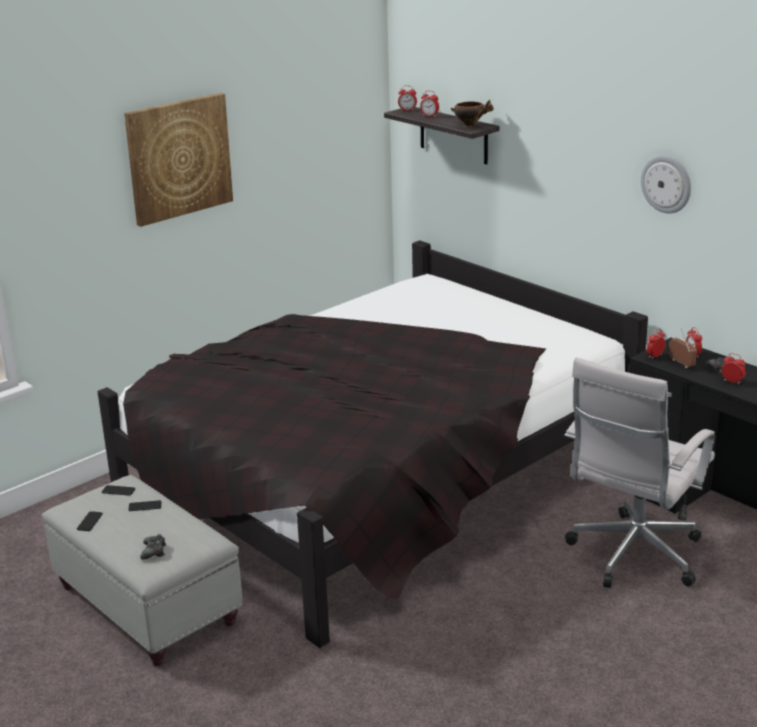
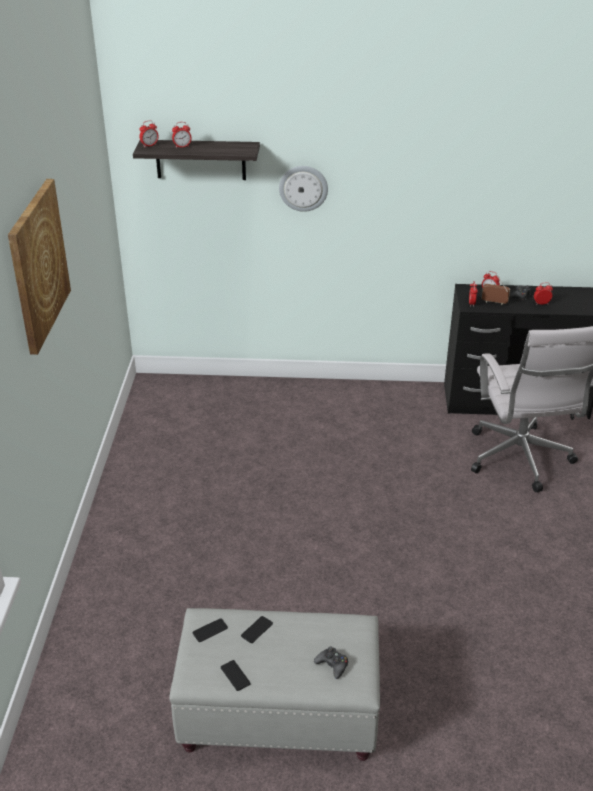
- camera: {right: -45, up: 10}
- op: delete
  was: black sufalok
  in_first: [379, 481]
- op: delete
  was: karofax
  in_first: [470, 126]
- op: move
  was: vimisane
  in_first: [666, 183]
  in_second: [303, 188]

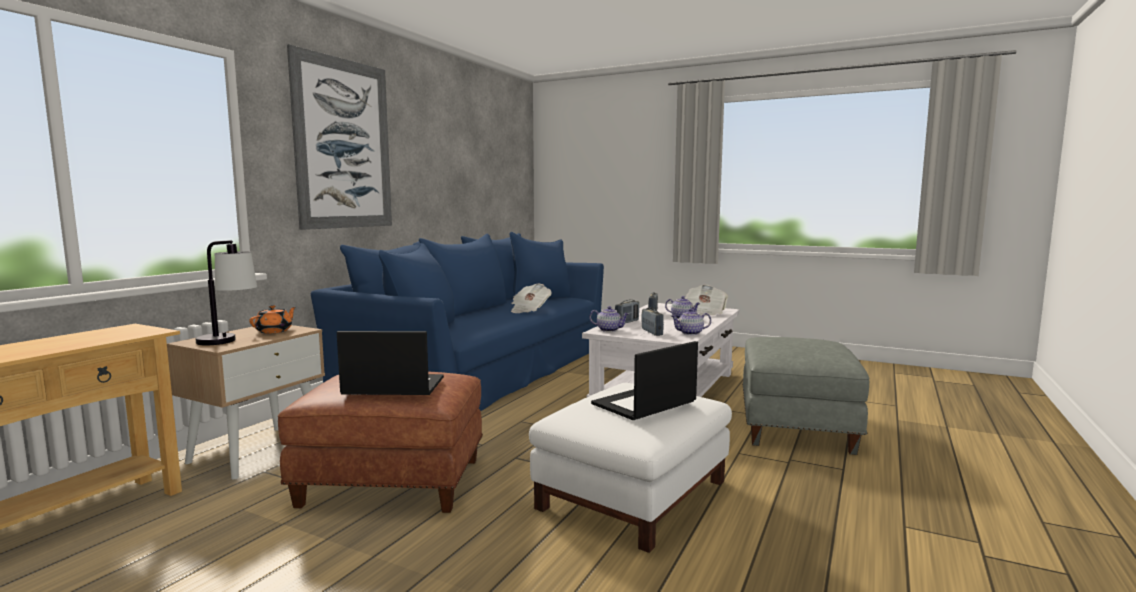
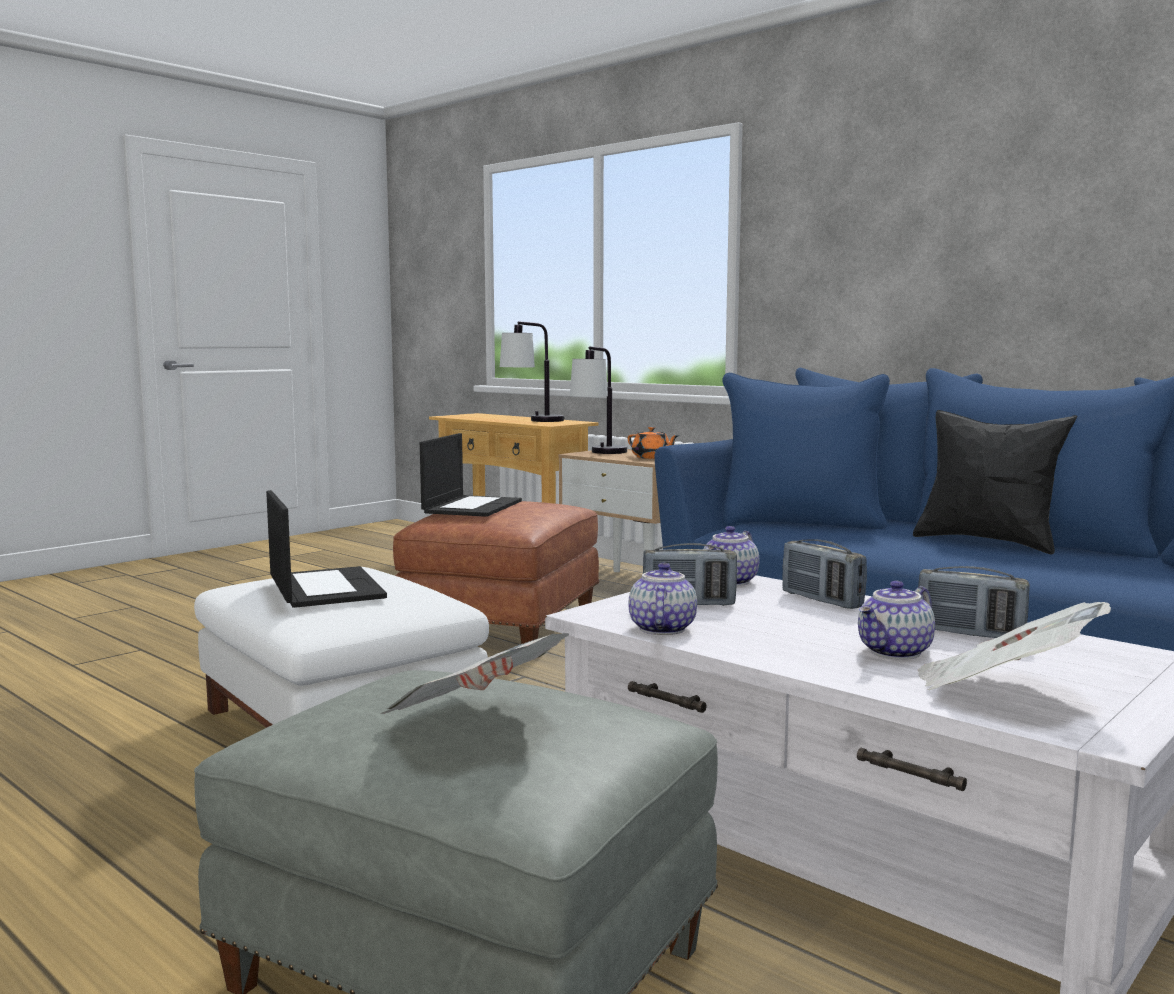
- camera: {right: 105, up: 0}
- op: delete
  was: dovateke
  in_first: [343, 144]
- op: move
  was: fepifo
  in_first: [529, 310]
  in_second: [475, 722]
- op: insert
  now: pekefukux
  in_second: [533, 421]
- op: insert
  now: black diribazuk
  in_second: [988, 542]

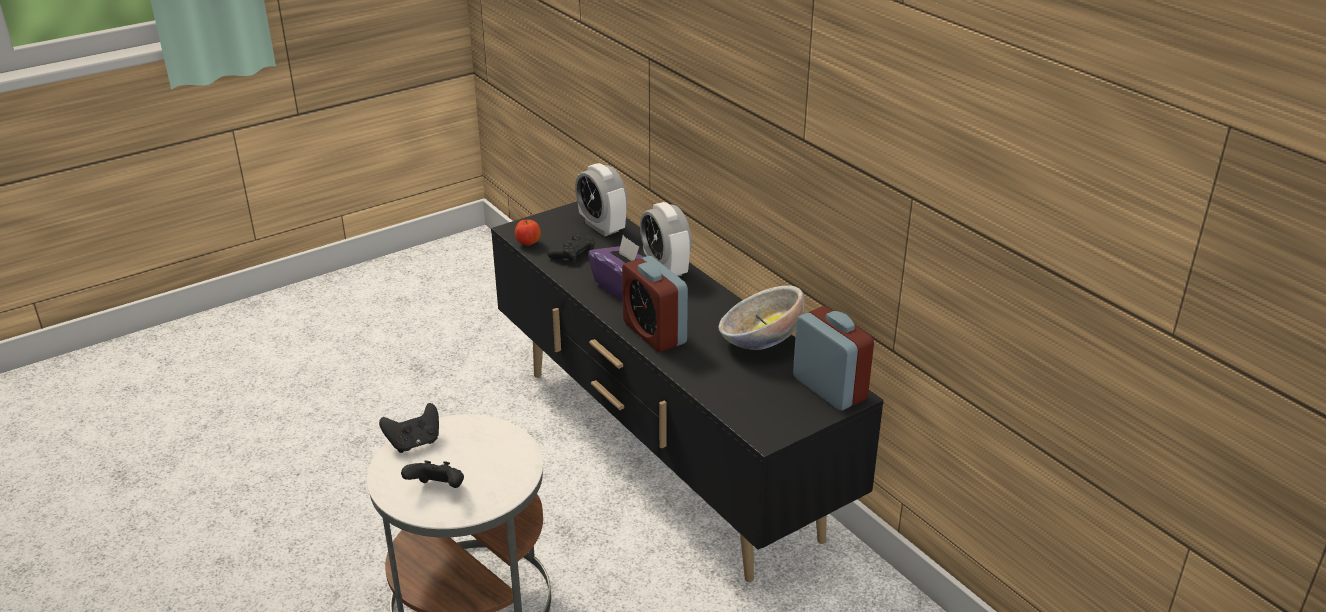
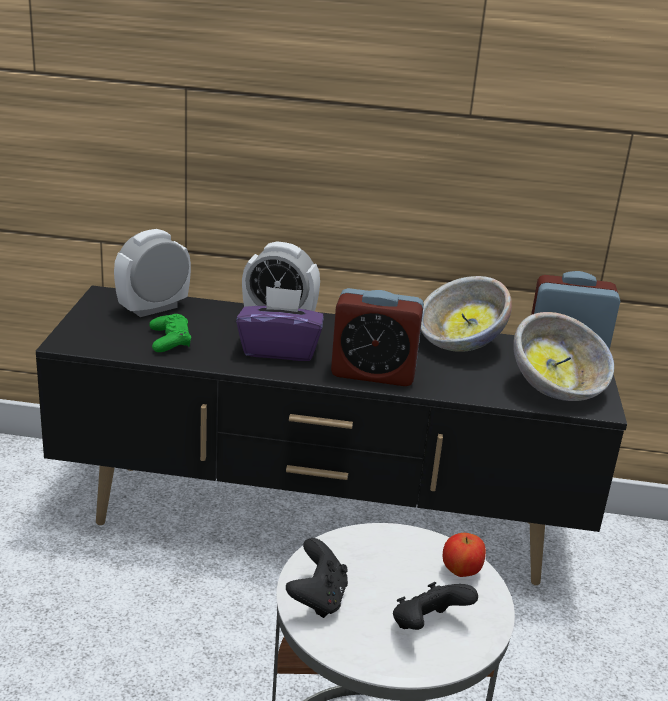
- camera: {right: -50, up: -5}
- op: move
  was: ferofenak
  in_first: [528, 244]
  in_second: [461, 572]
- op: recolor
  was: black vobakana
  now: green vobakana
  in_first: [572, 253]
  in_second: [170, 340]
- op: rotate
  was: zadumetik
  in_first: [602, 227]
  in_second: [153, 308]
  clockwise: 135
- op: insert
  now: karofax
  in_second: [557, 389]

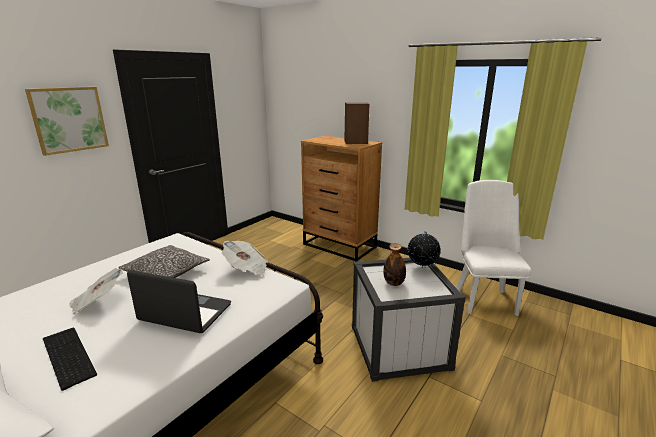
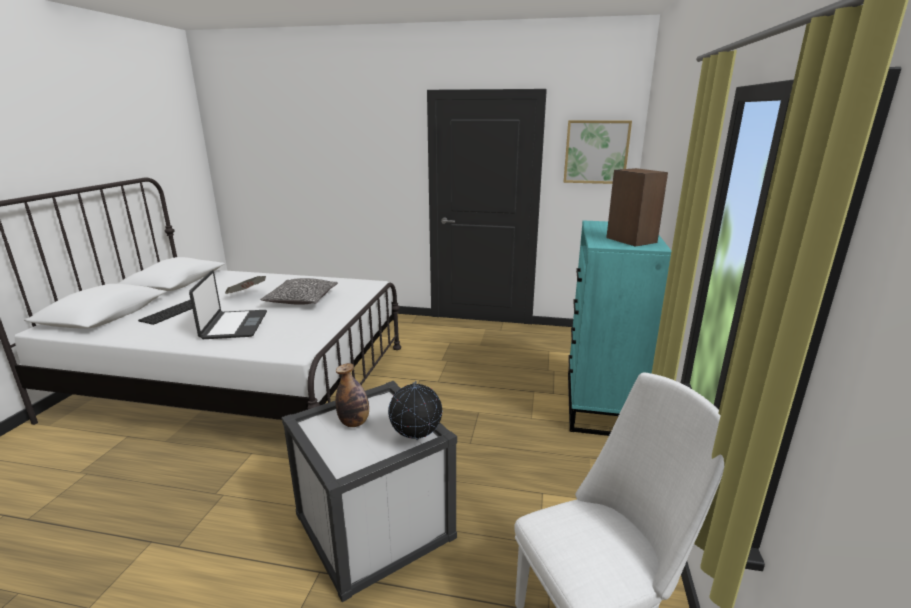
- camera: {right: 65, up: 0}
- op: move
  was: dovateke
  in_first: [69, 119]
  in_second: [596, 152]
- op: delete
  was: fepifo
  in_first: [246, 268]
- op: recolor
  was: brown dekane
  now: turquoise dekane
  in_first: [340, 246]
  in_second: [600, 404]

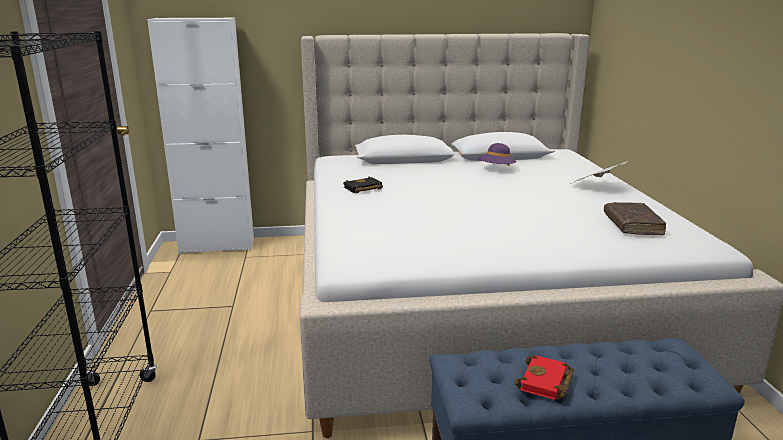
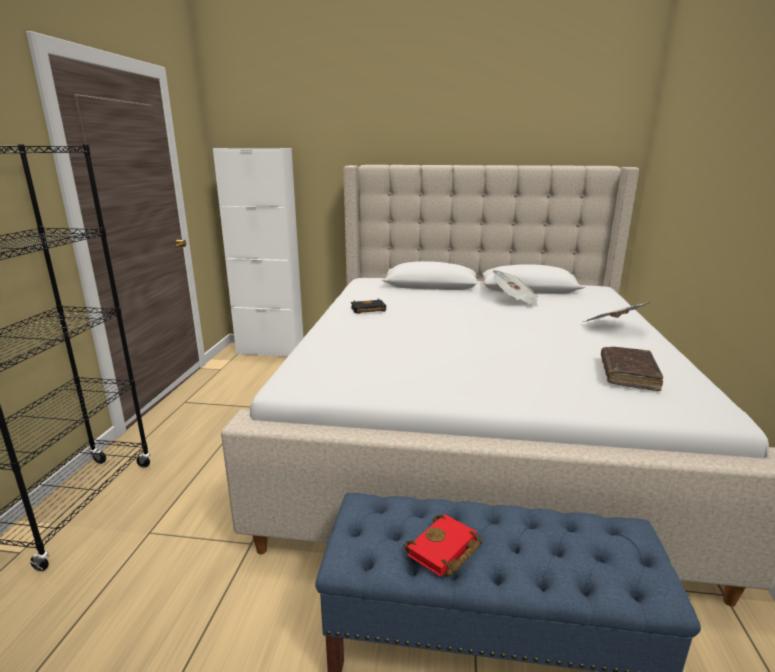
- camera: {right: 15, up: 0}
- op: replace
  was: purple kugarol
  now: fepifo
  in_first: [496, 169]
  in_second: [515, 301]

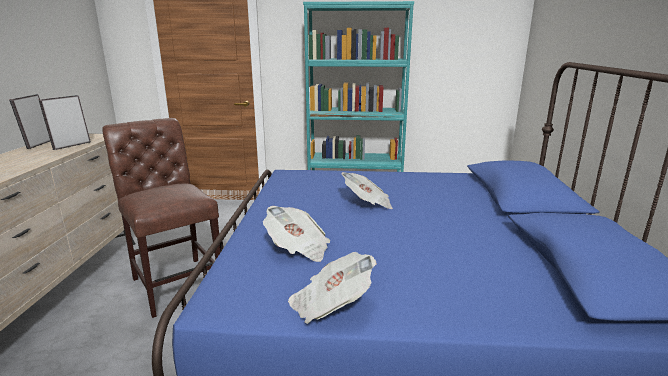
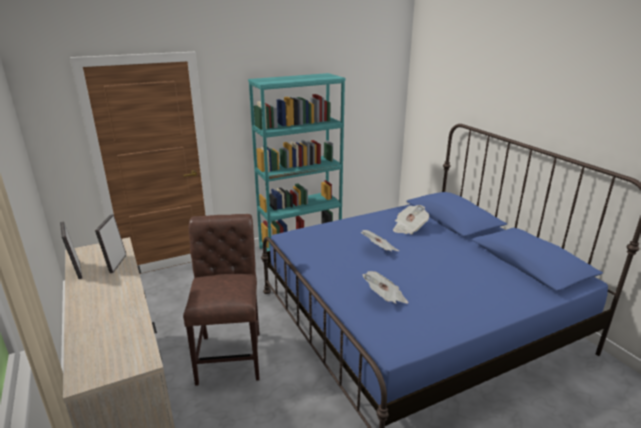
- camera: {right: -30, up: 5}
- op: rotate
  was: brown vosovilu
  in_first: [176, 282]
  in_second: [231, 353]
  clockwise: 60
- op: move
  was: fepifo
  in_first: [330, 305]
  in_second: [409, 228]

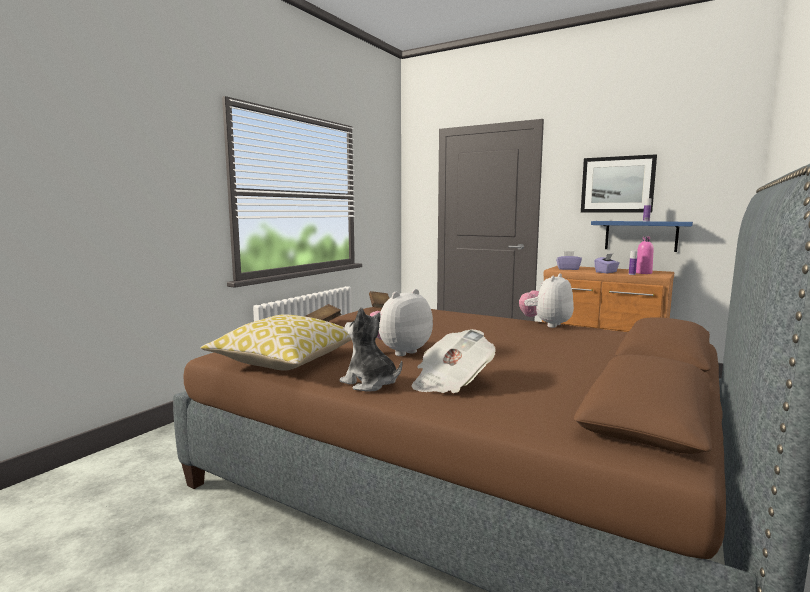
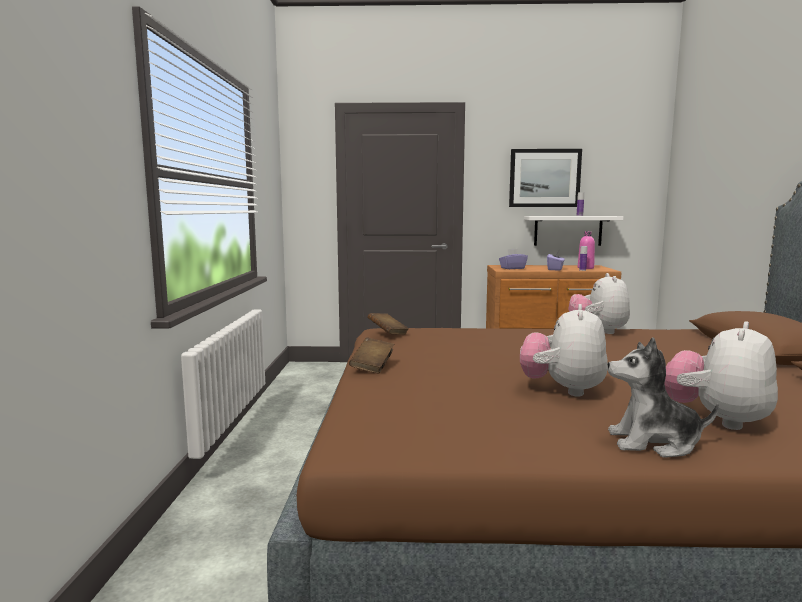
- camera: {right: -30, up: 0}
- op: delete
  was: diribazuk
  in_first: [286, 361]
- op: replace
  was: fepifo
  now: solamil
  in_first: [450, 383]
  in_second: [716, 419]
- op: recolor
  was: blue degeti
  now: white degeti
  in_first: [641, 235]
  in_second: [568, 230]

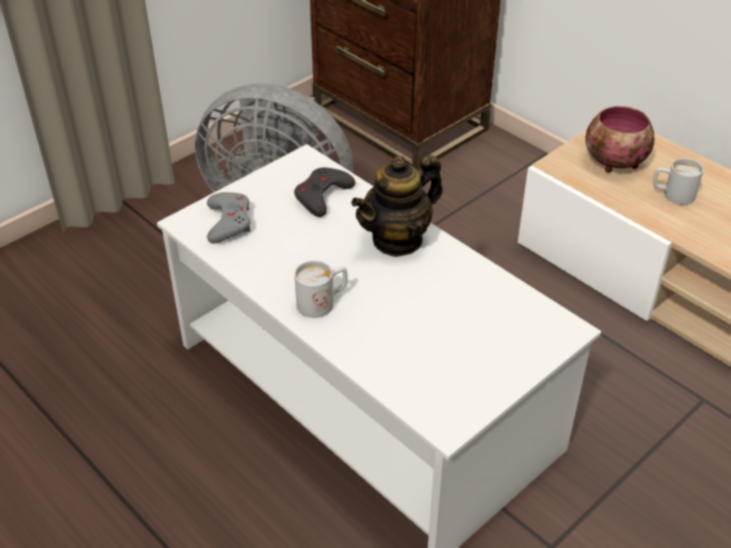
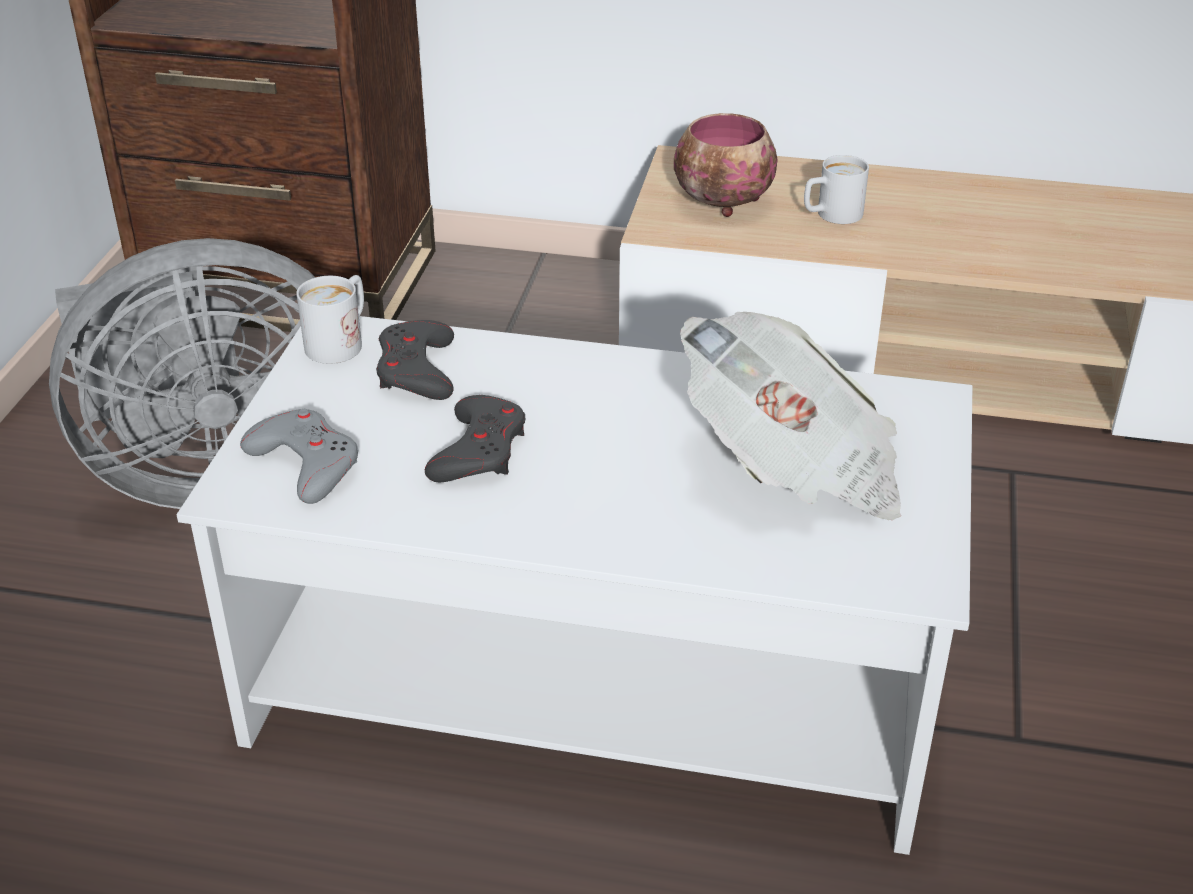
- camera: {right: -35, up: -5}
- op: move
  was: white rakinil
  in_first: [323, 302]
  in_second: [341, 341]
- op: delete
  was: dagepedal
  in_first: [397, 240]
- op: insert
  now: grey vobakana
  in_second: [479, 450]
- op: insert
  now: fepifo
  in_second: [794, 466]

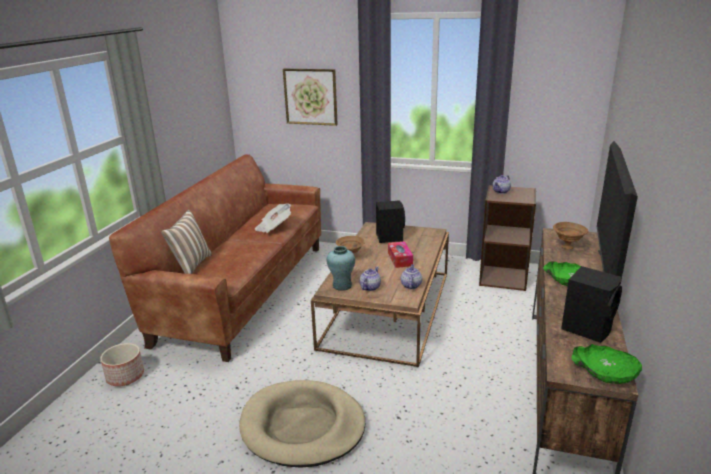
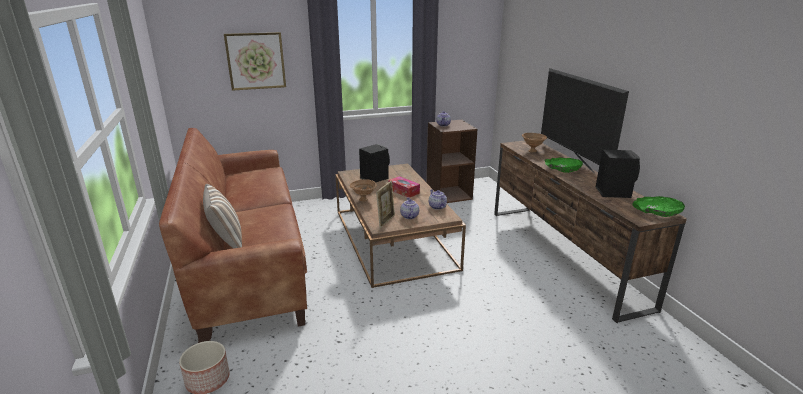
- camera: {right: -35, up: 0}
- op: delete
  was: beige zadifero
  in_first: [302, 427]
- op: delete
  was: fepifo
  in_first: [273, 227]
- op: replace
  was: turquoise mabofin
  now: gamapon
  in_first: [342, 286]
  in_second: [386, 221]

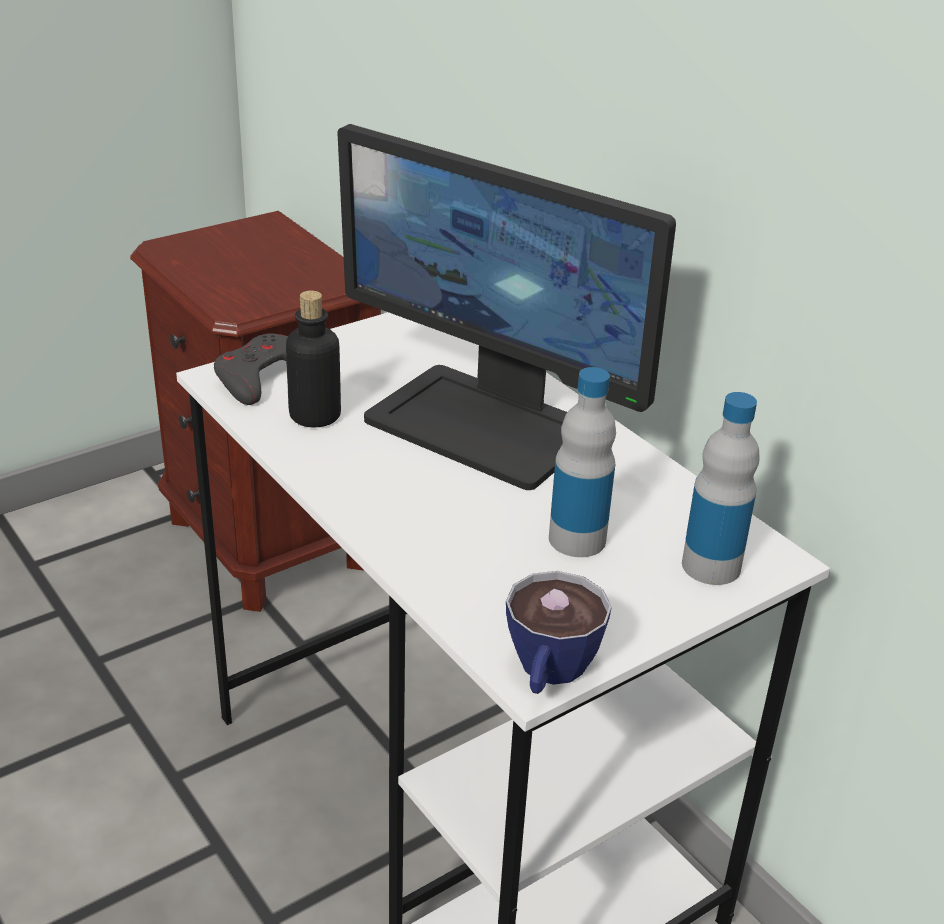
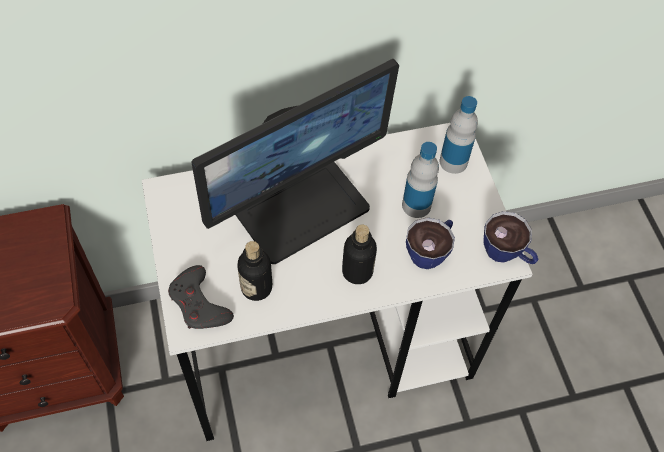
- camera: {right: -70, up: 25}
- op: insert
  now: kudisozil
  in_second: [357, 271]
- op: insert
  now: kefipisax
  in_second: [430, 251]

